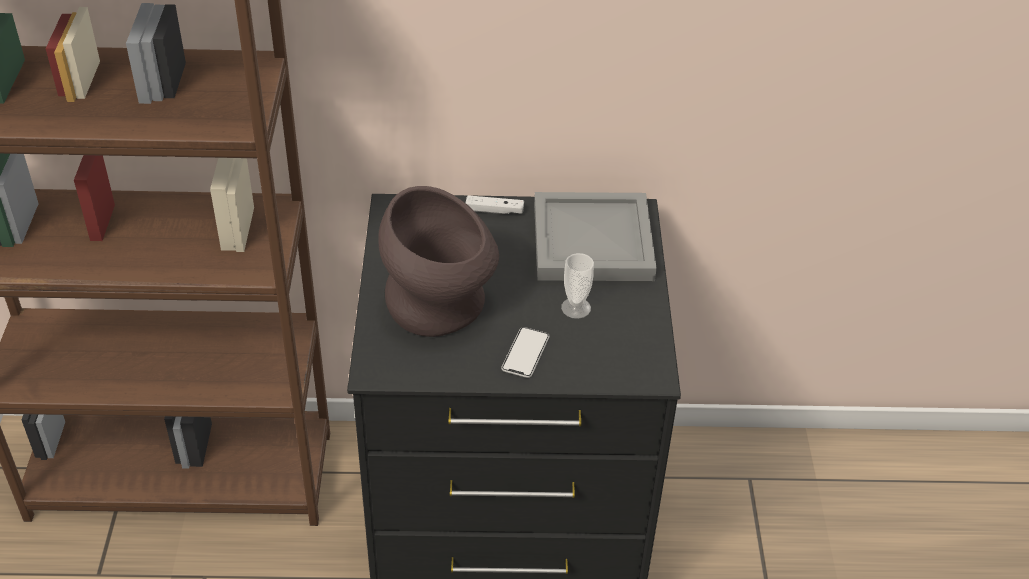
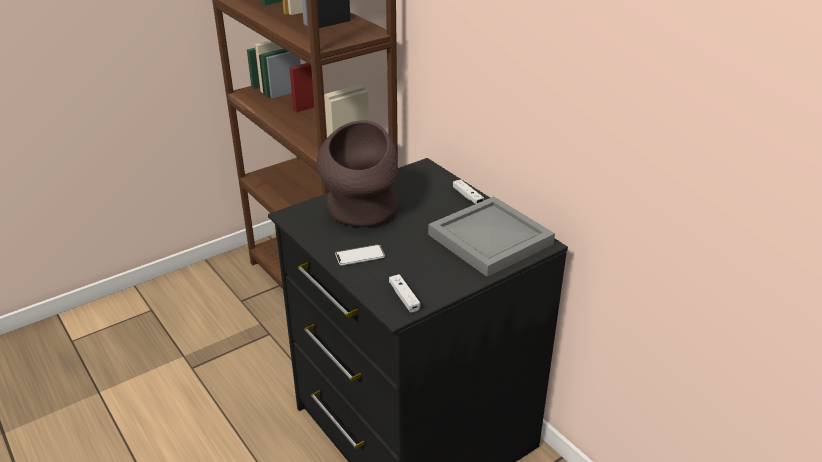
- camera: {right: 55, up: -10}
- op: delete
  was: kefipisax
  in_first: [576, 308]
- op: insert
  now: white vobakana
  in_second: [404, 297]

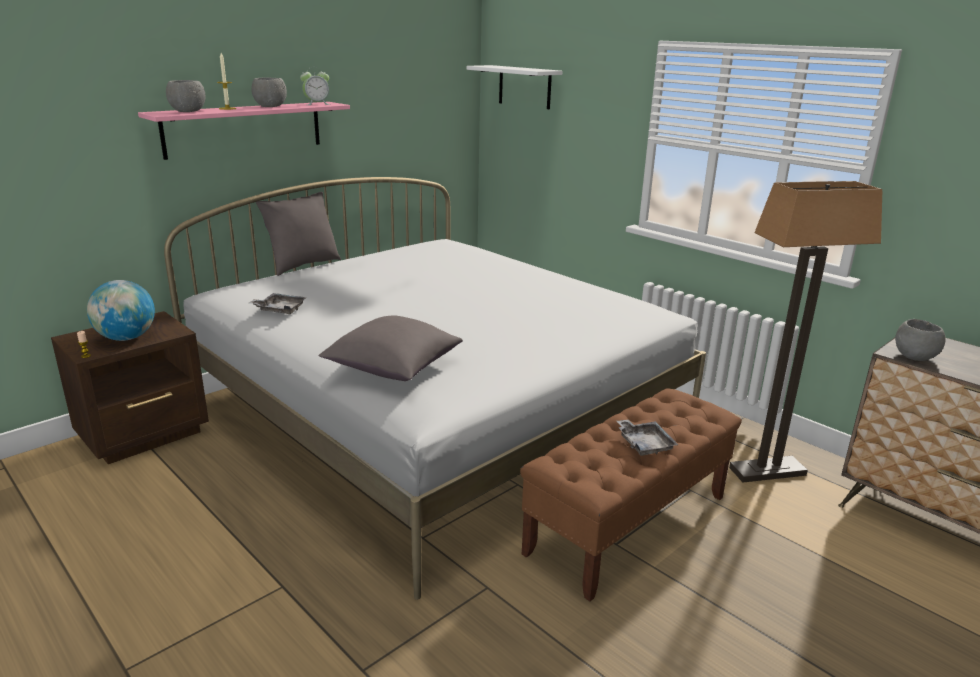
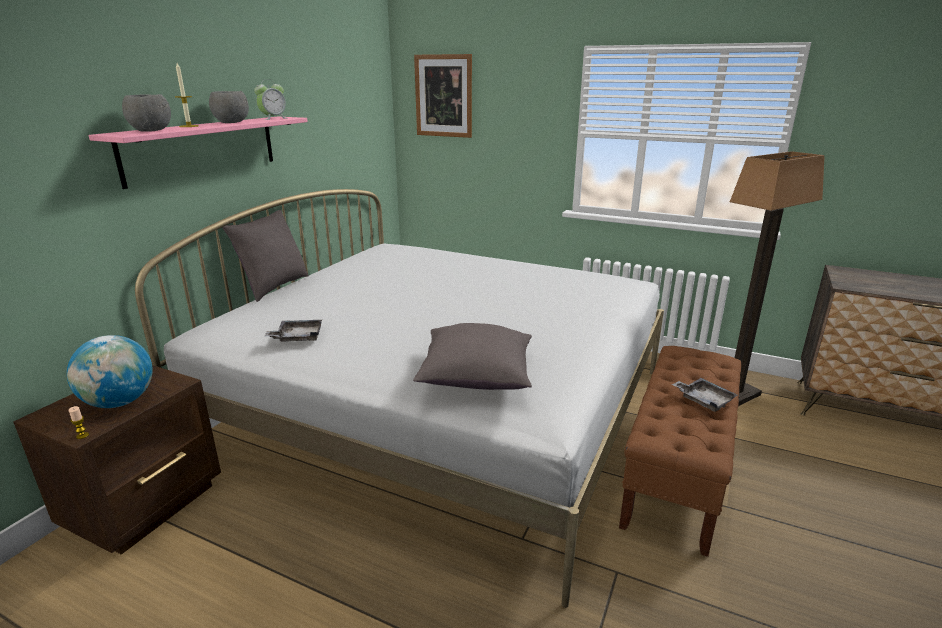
- camera: {right: -20, up: 0}
- op: replace
  was: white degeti
  now: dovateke
  in_first: [524, 87]
  in_second: [443, 96]
- op: delete
  was: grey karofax
  in_first: [914, 357]

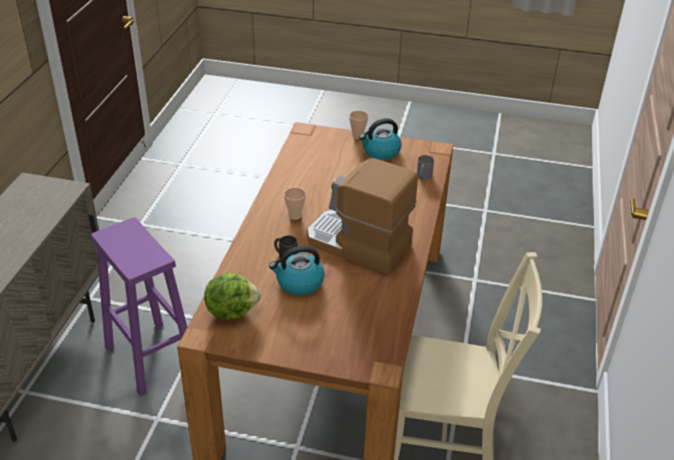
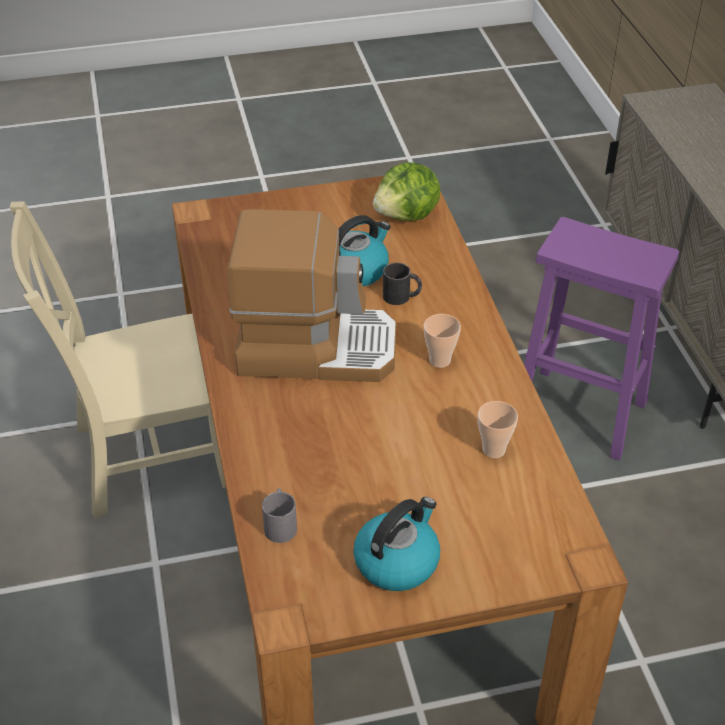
- camera: {right: 155, up: 5}
- op: move
  was: kefipisax
  in_first: [357, 136]
  in_second: [493, 450]

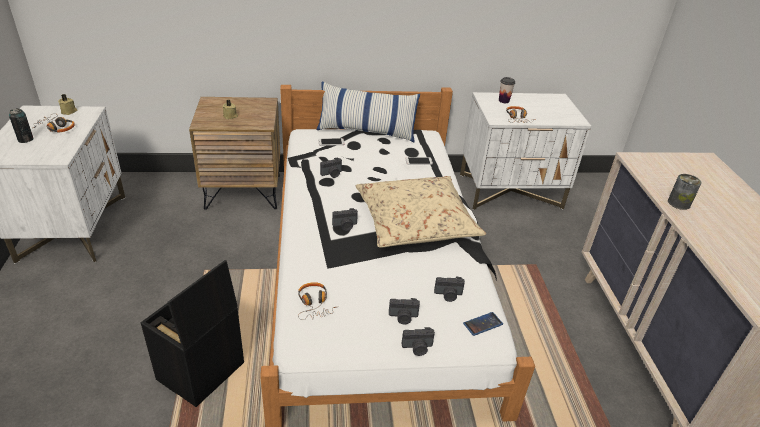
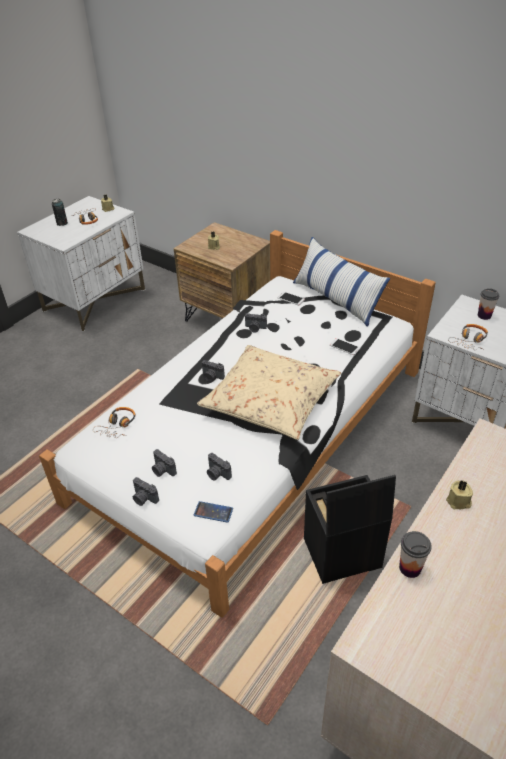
- camera: {right: 45, up: 5}
- op: move
  was: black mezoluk
  in_first: [200, 373]
  in_second: [341, 554]
- op: replace
  was: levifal
  now: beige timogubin
  in_first: [678, 203]
  in_second: [459, 502]
- op: insert
  now: kefipisax
  in_second: [410, 568]

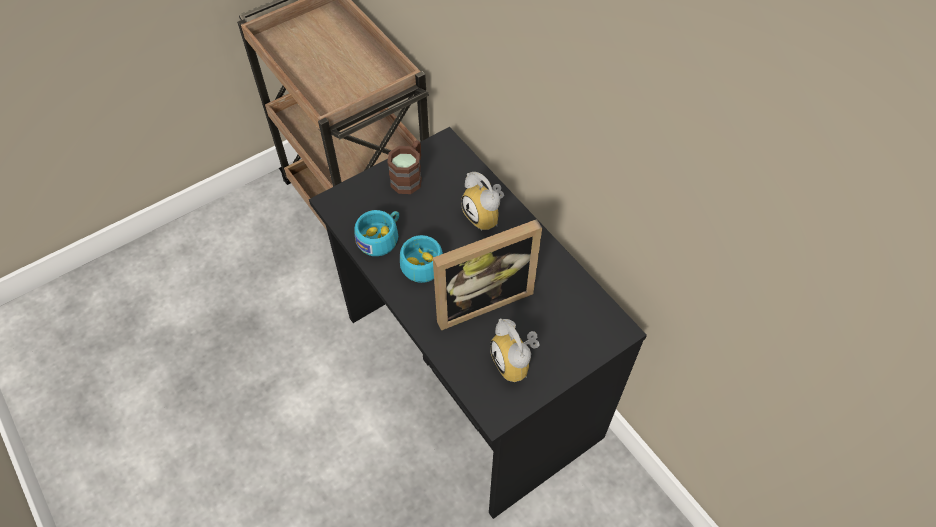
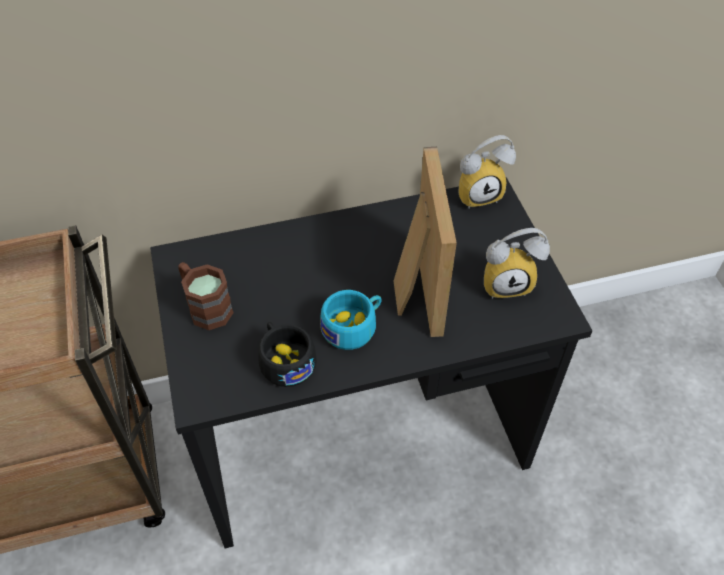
- camera: {right: -70, up: -5}
- op: recolor
  was: turquoise kefipisax
  now: black kefipisax
  in_first: [381, 238]
  in_second: [285, 360]
- op: move
  was: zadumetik
  in_first: [486, 216]
  in_second: [479, 193]

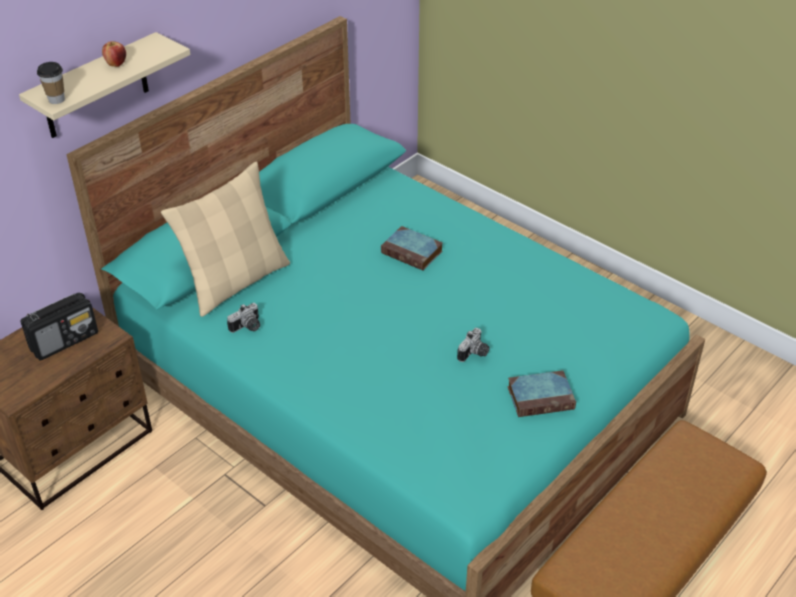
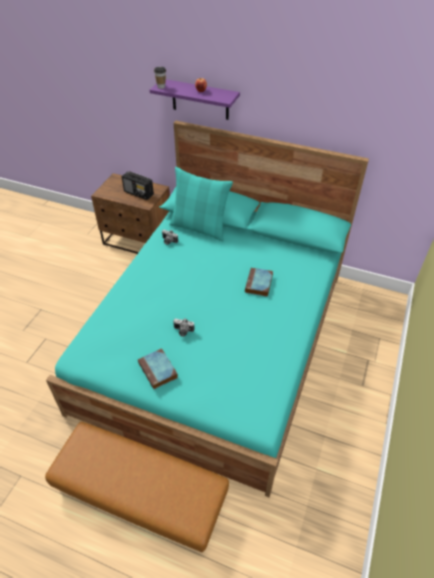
- camera: {right: 70, up: 5}
- op: recolor
  was: beige degeti
  now: purple degeti
  in_first: [95, 87]
  in_second: [200, 99]
- op: recolor
  was: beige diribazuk
  now: turquoise diribazuk
  in_first: [235, 282]
  in_second: [199, 227]

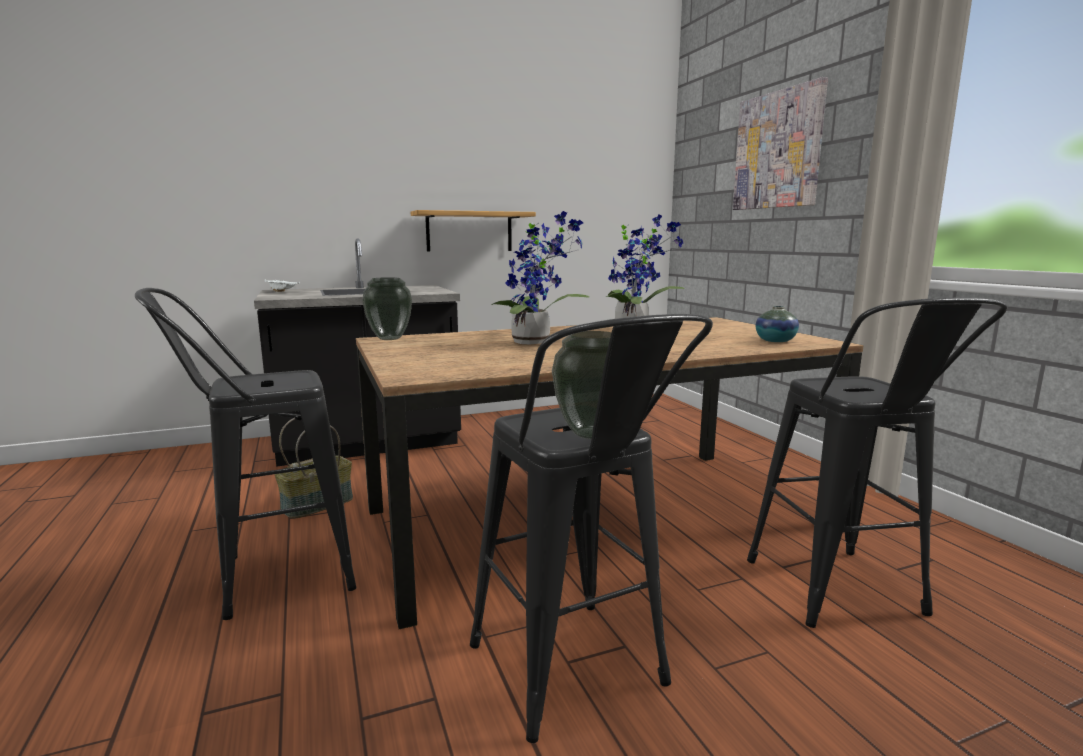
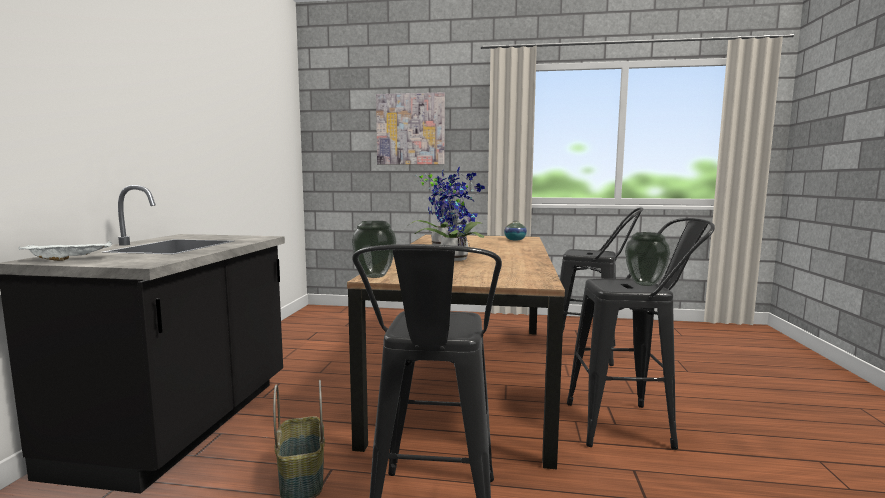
- camera: {right: -60, up: -5}
- op: delete
  was: degeti
  in_first: [469, 231]

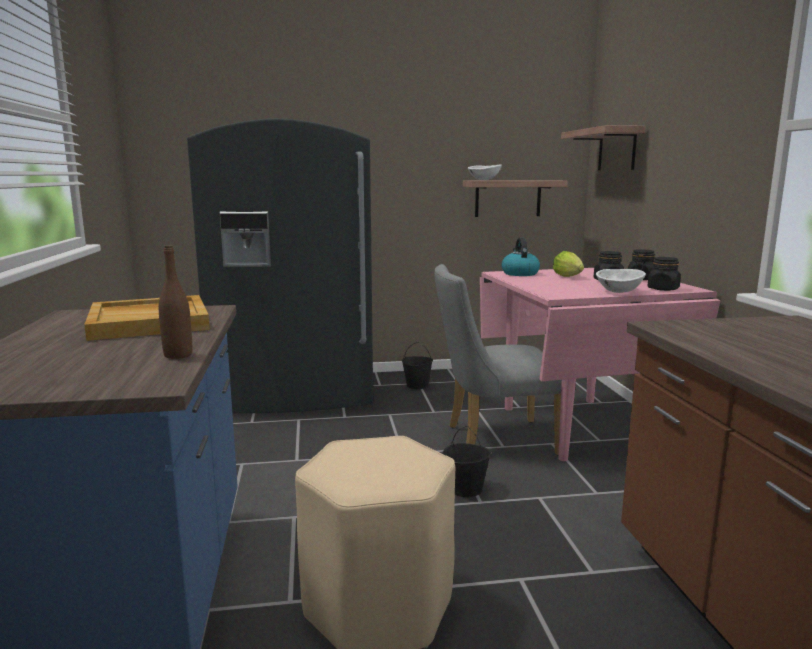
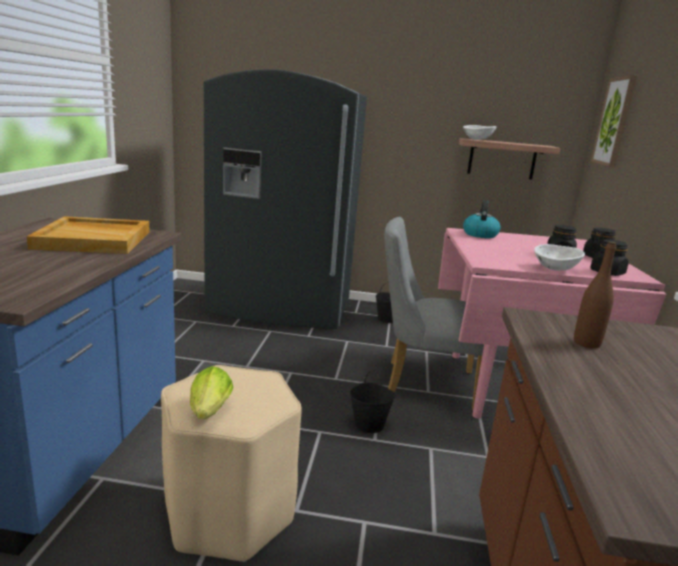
- camera: {right: 15, up: 5}
- op: move
  was: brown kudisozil
  in_first: [178, 355]
  in_second: [586, 343]
- op: move
  was: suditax
  in_first: [569, 277]
  in_second: [209, 413]
- op: replace
  was: degeti
  now: dovateke
  in_first: [617, 149]
  in_second: [614, 122]

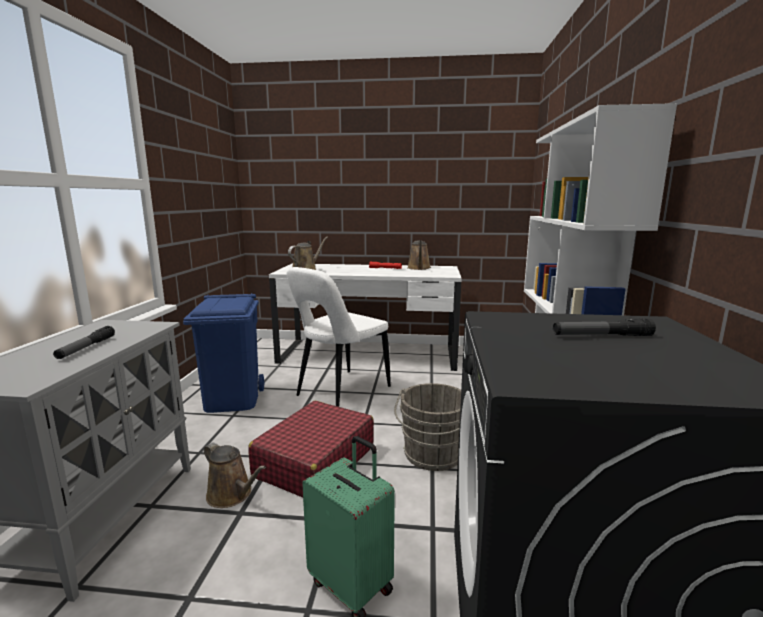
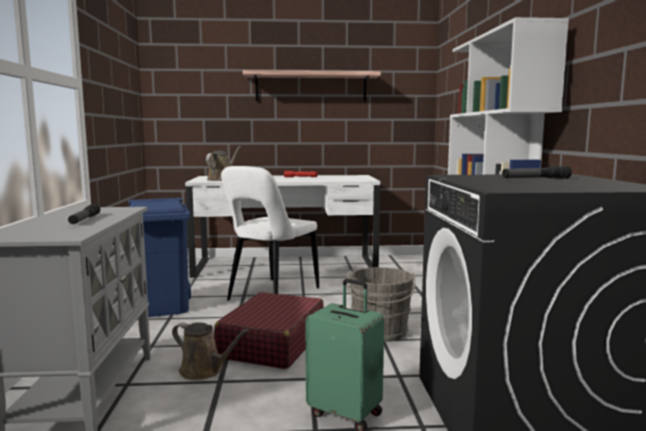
- camera: {right: -10, up: -5}
- op: delete
  was: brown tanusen
  in_first: [419, 268]
- op: insert
  now: degeti
  in_second: [311, 87]

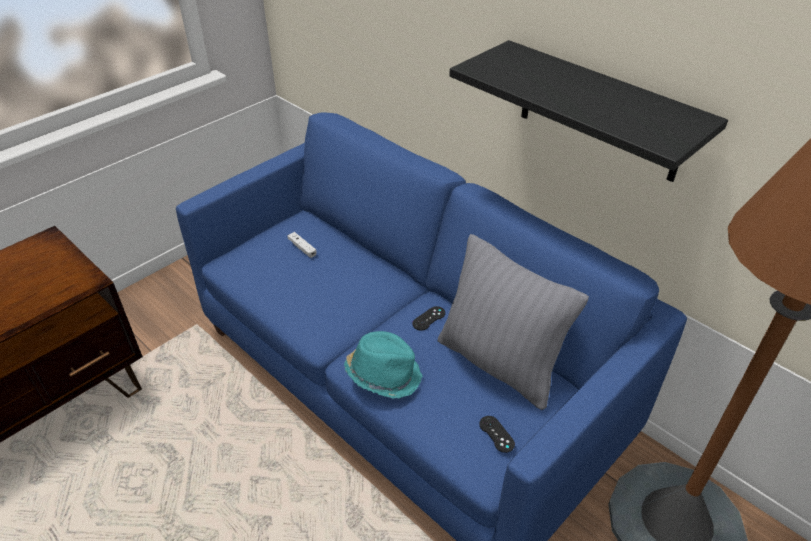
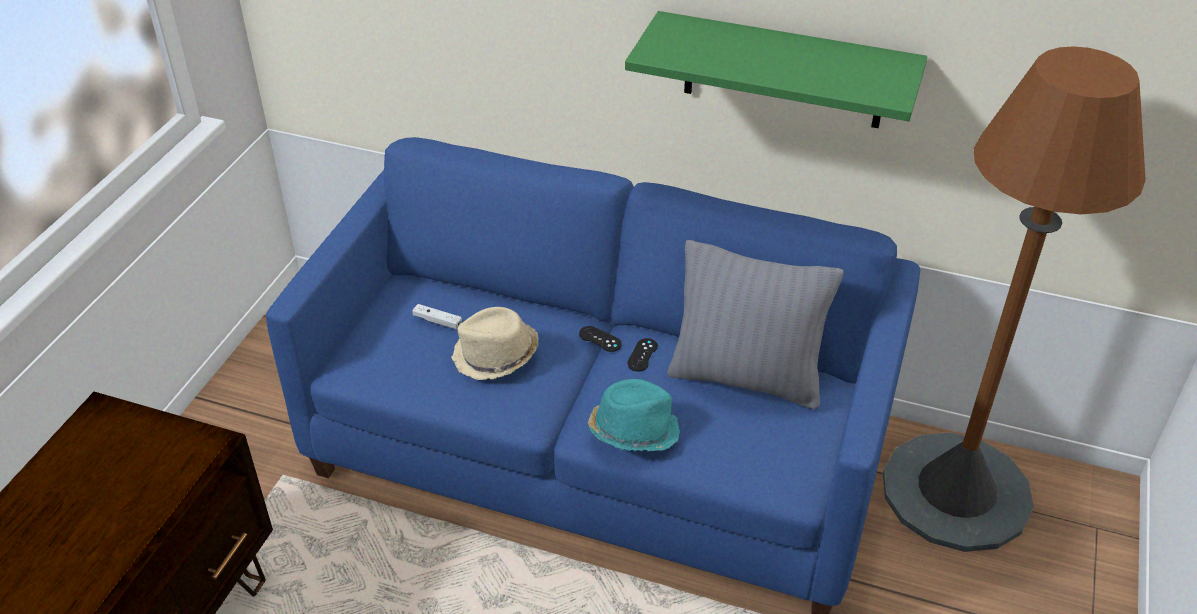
- camera: {right: -25, up: 0}
- op: recolor
  was: black degeti
  now: green degeti
  in_first: [600, 112]
  in_second: [784, 71]
- op: move
  was: black vobakana
  in_first: [496, 434]
  in_second: [600, 339]
- op: insert
  now: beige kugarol
  in_second: [495, 356]

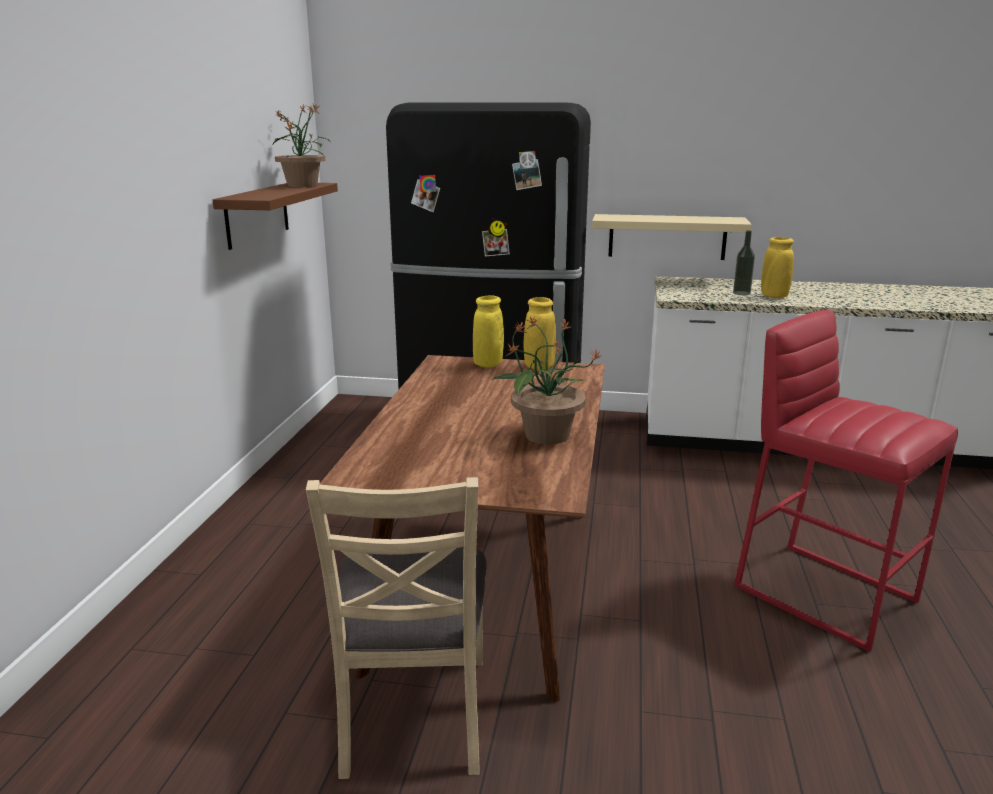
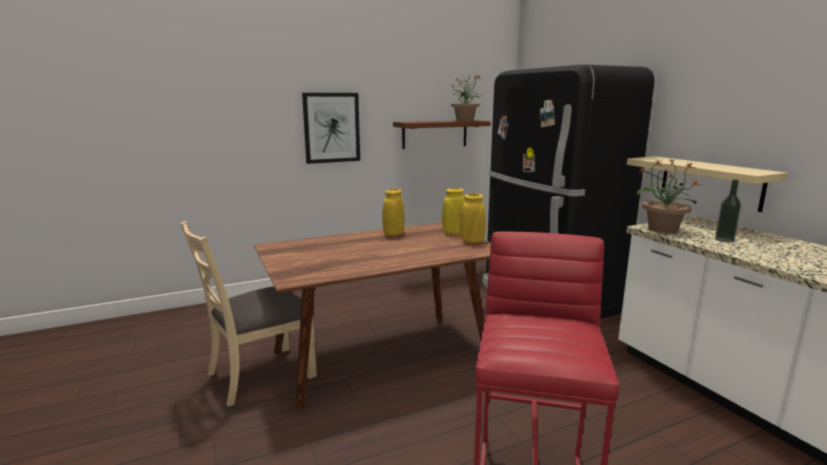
- camera: {right: 55, up: -5}
- op: move
  was: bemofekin
  in_first: [545, 435]
  in_second: [661, 229]
- op: move
  was: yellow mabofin
  in_first: [774, 296]
  in_second: [393, 234]
- op: insert
  now: dovateke
  in_second: [331, 128]

